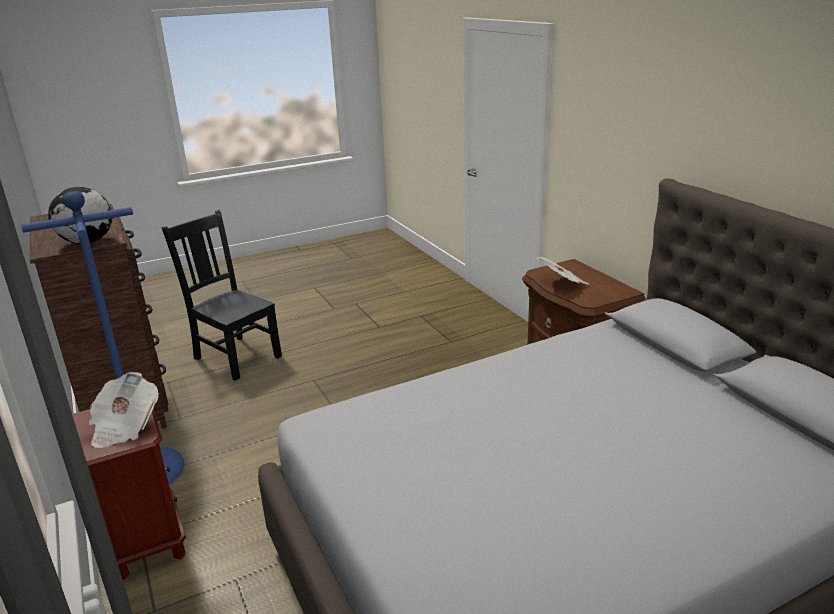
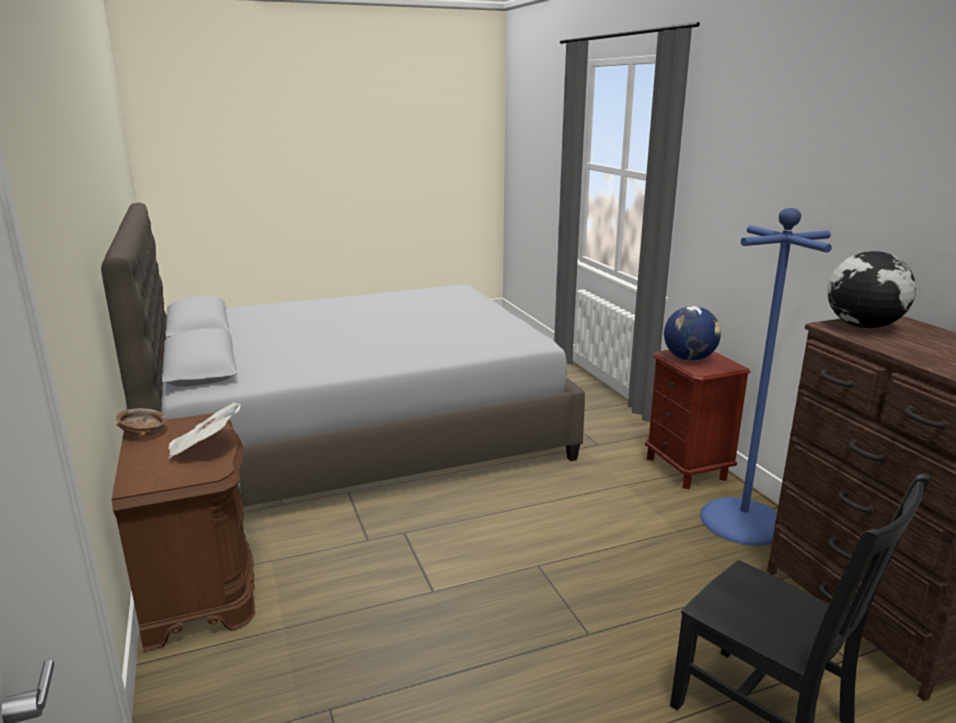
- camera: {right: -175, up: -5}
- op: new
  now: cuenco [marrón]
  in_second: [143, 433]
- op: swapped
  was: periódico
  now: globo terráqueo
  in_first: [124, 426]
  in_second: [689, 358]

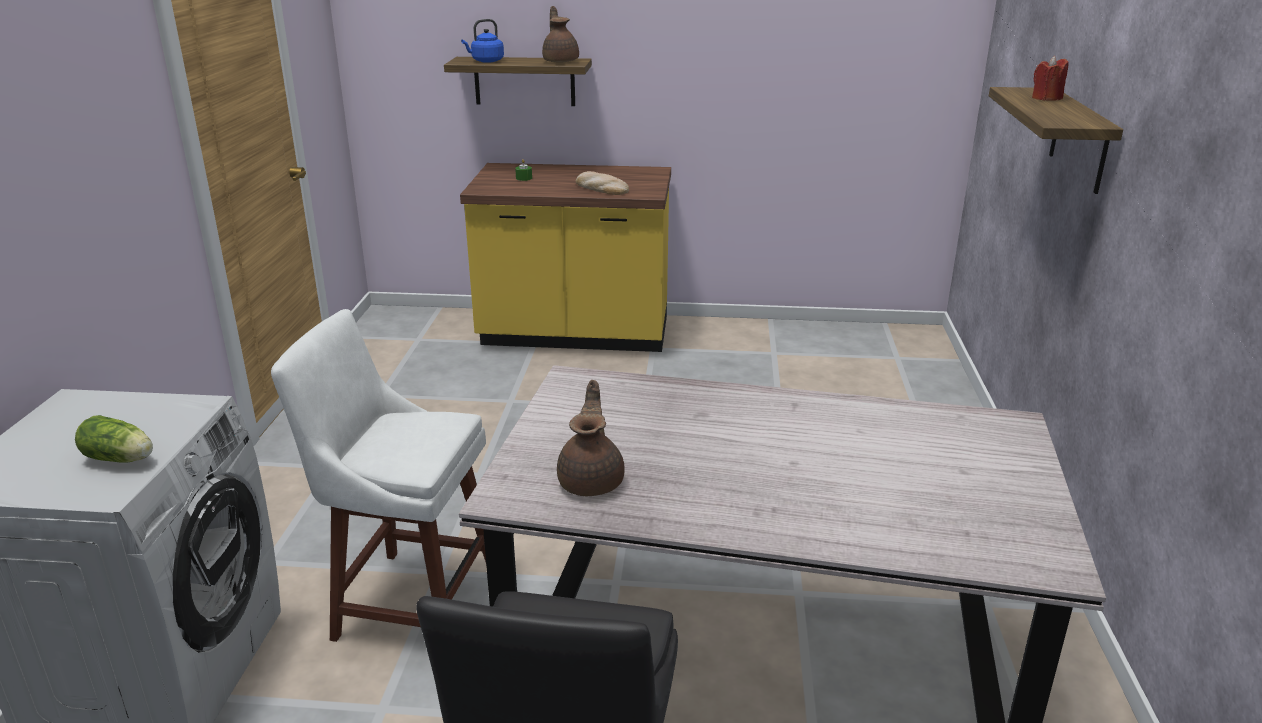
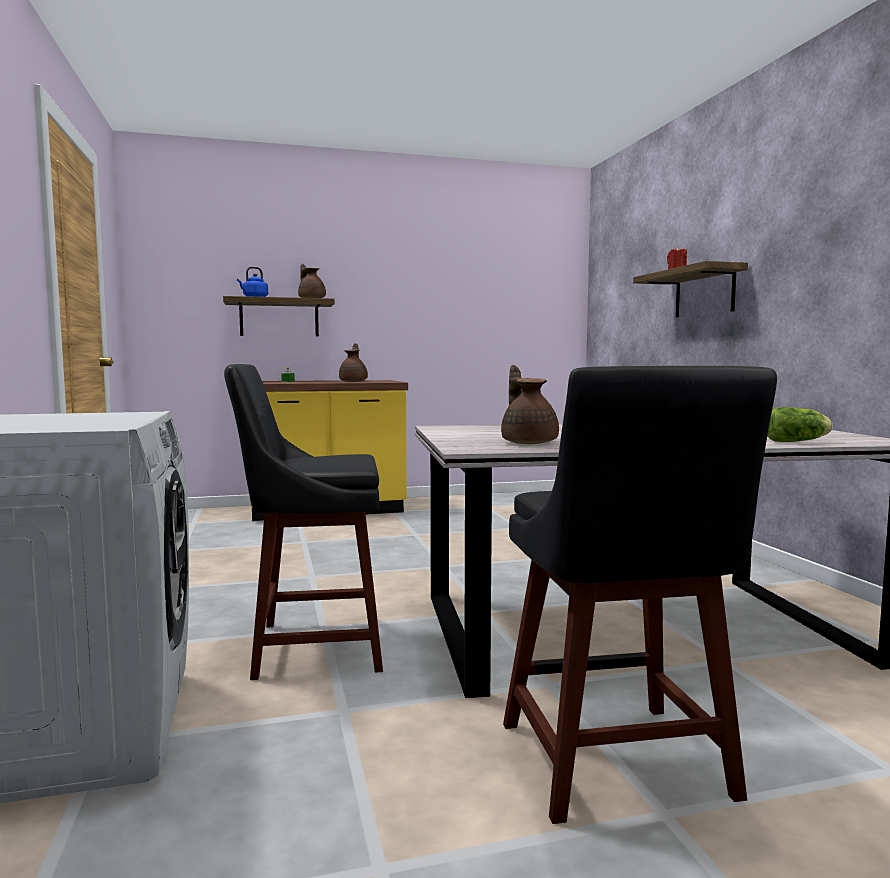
- camera: {right: -20, up: -20}
- op: repainted
  was: silla [blanco]
  now: silla [negro]
  in_first: [409, 600]
  in_second: [310, 646]
- op: swapped
  was: pan
  now: tetera [marrón]
  in_first: [601, 188]
  in_second: [354, 381]
- op: shifted
  was: lechuga
  in_first: [121, 459]
  in_second: [798, 441]

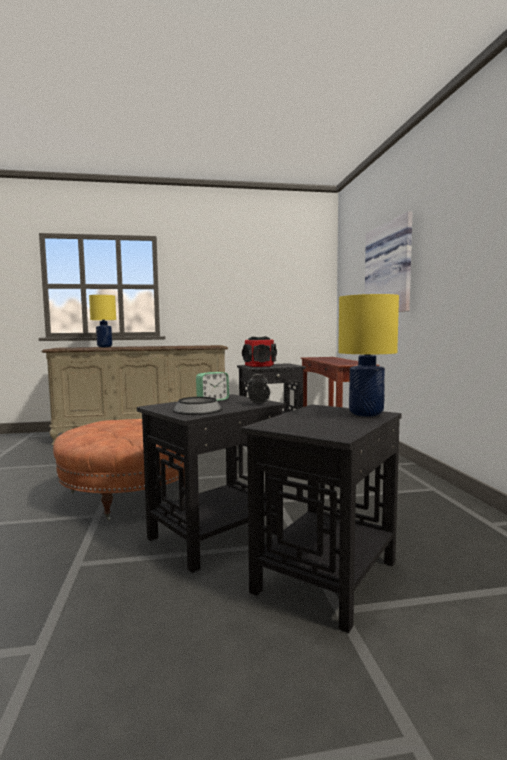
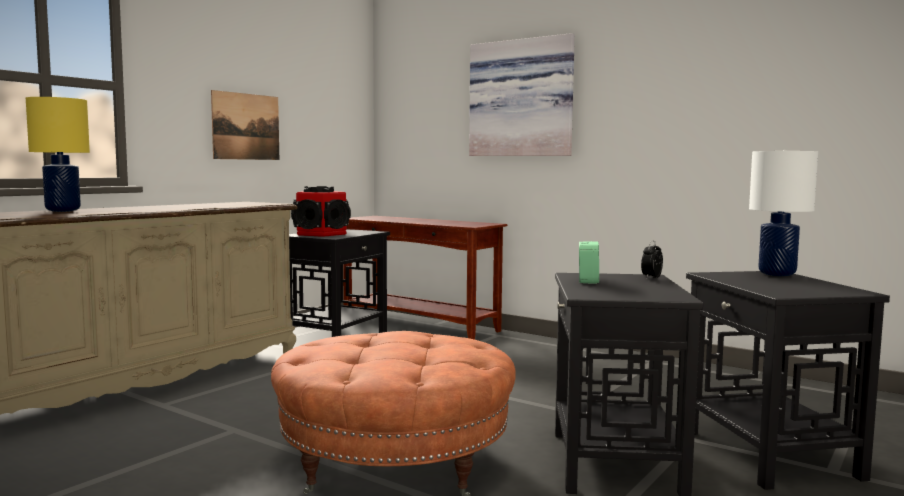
- camera: {right: -45, up: 0}
- op: new
  now: cuadro
  in_second: [246, 126]
- op: repainted
  was: lámpara de mesa [amarillo]
  now: lámpara de mesa [blanco]
  in_first: [366, 415]
  in_second: [777, 275]
- op: gone
  was: cuenco
  in_first: [197, 410]

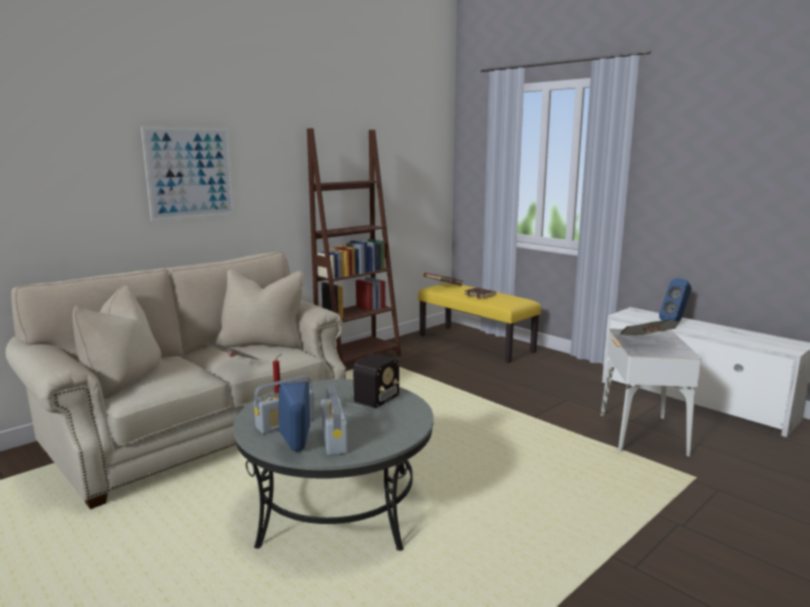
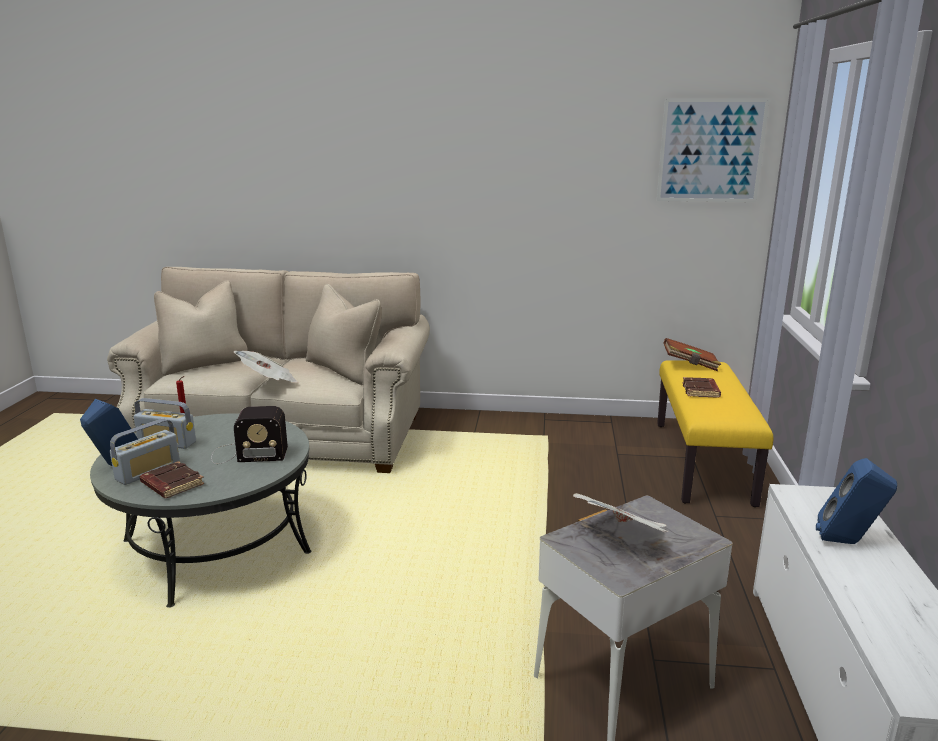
- camera: {right: 50, up: 5}
- op: new
  now: libro [marrón]
  in_second: [171, 484]
- op: shifted
  was: cuadro
  in_first: [190, 173]
  in_second: [711, 151]
- op: gone
  was: estantería [marrón]
  in_first: [358, 358]

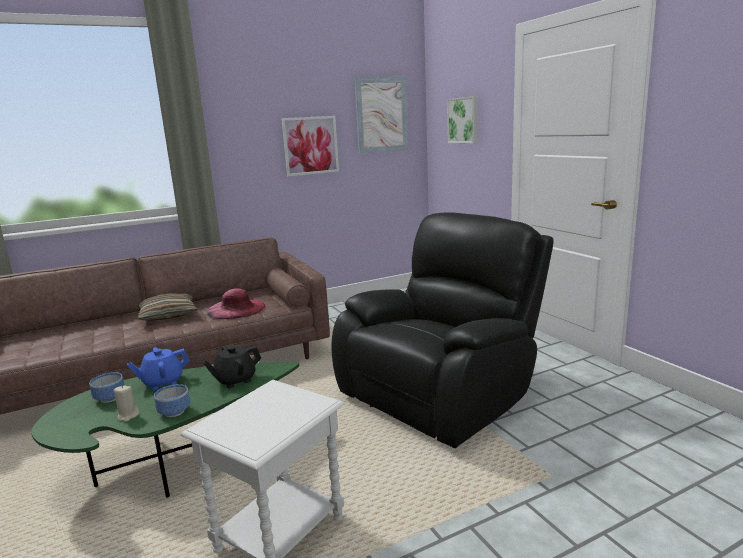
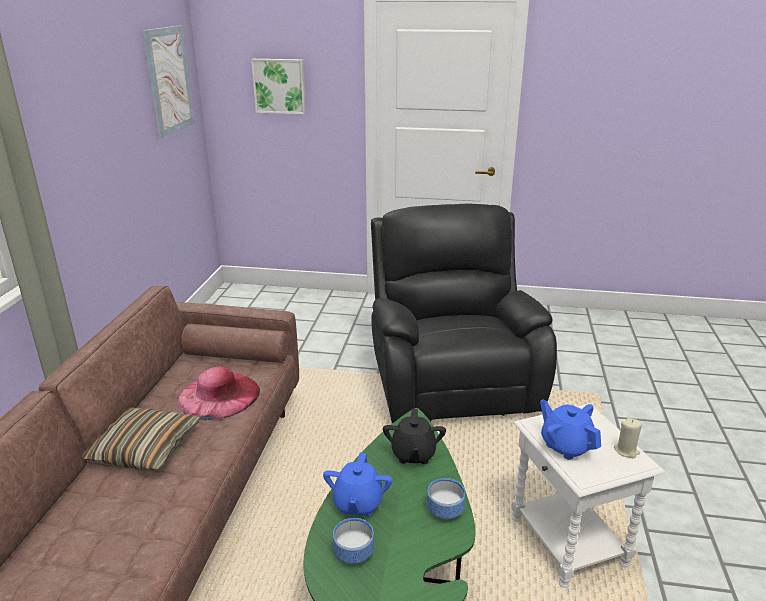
- camera: {right: -55, up: 10}
- op: new
  now: tetera [azul]
  in_second: [566, 446]
- op: shifted
  was: vela [beis]
  in_first: [128, 416]
  in_second: [626, 451]
- op: gone
  was: cuadro
  in_first: [310, 145]

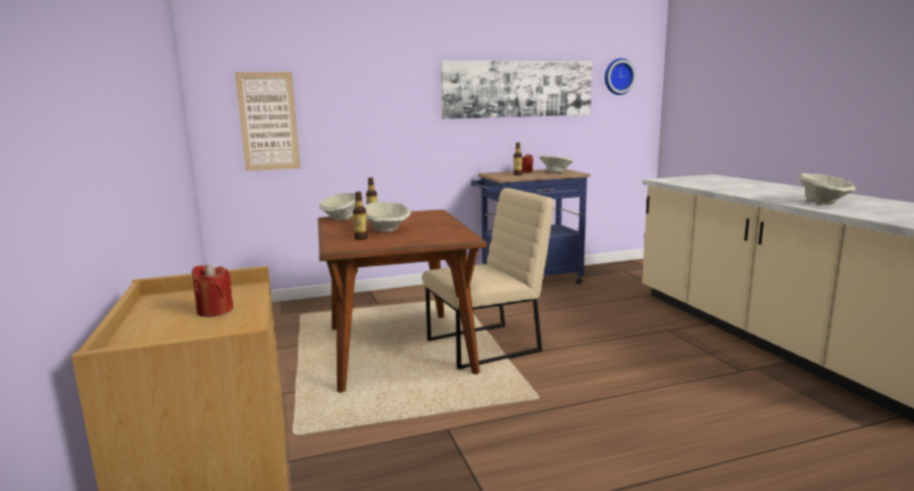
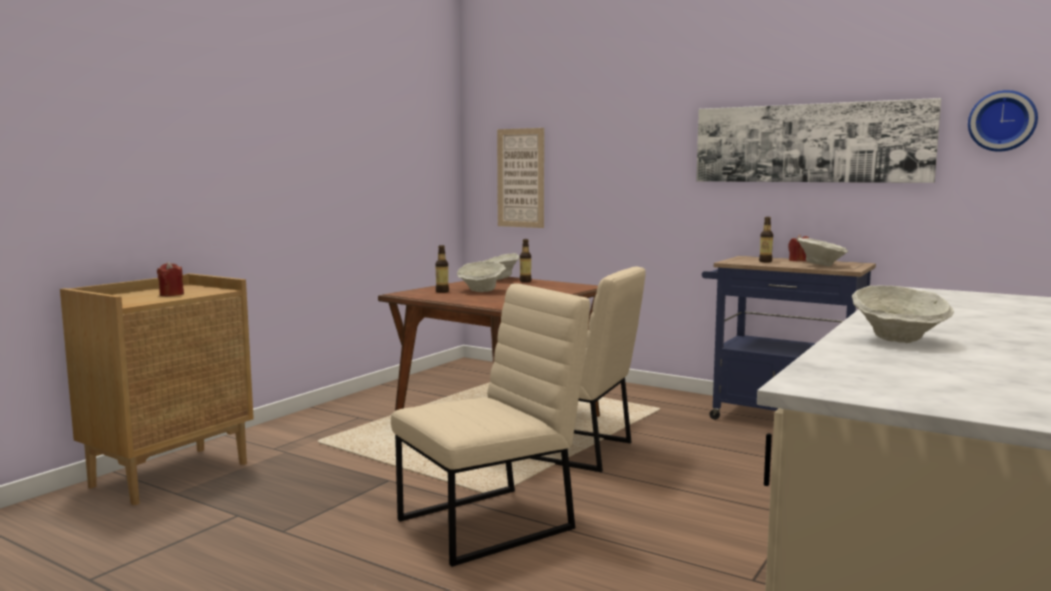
- camera: {right: 50, up: -5}
- op: new
  now: silla [beis]
  in_second: [490, 523]

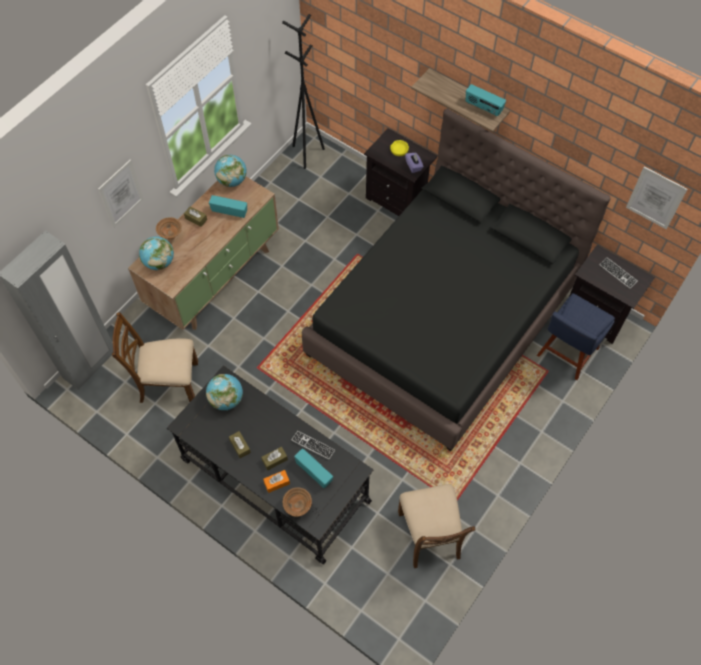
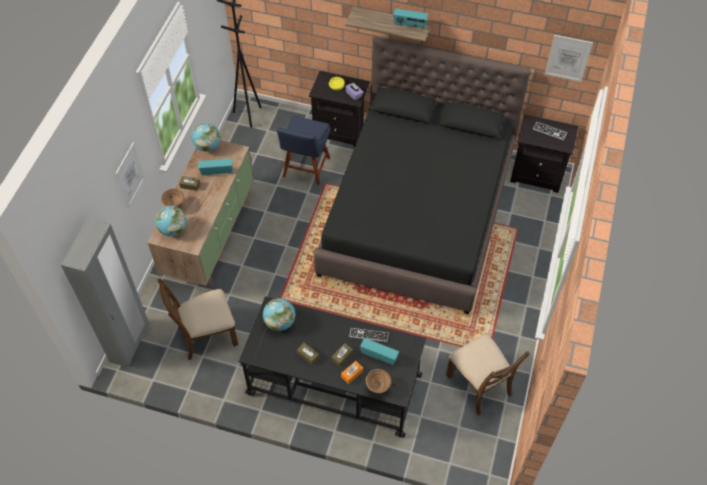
- camera: {right: -20, up: -5}
- op: shifted
  was: silla [azul]
  in_first: [566, 354]
  in_second: [305, 169]

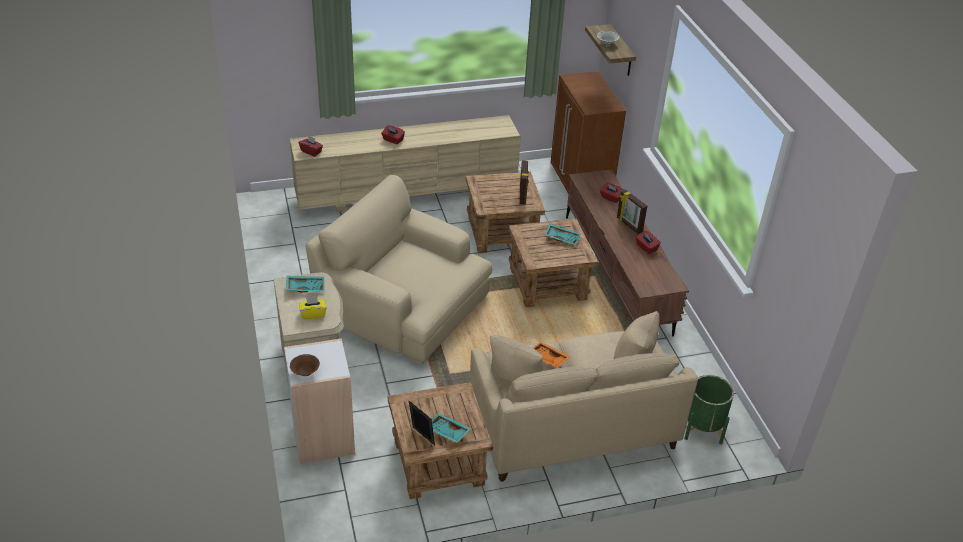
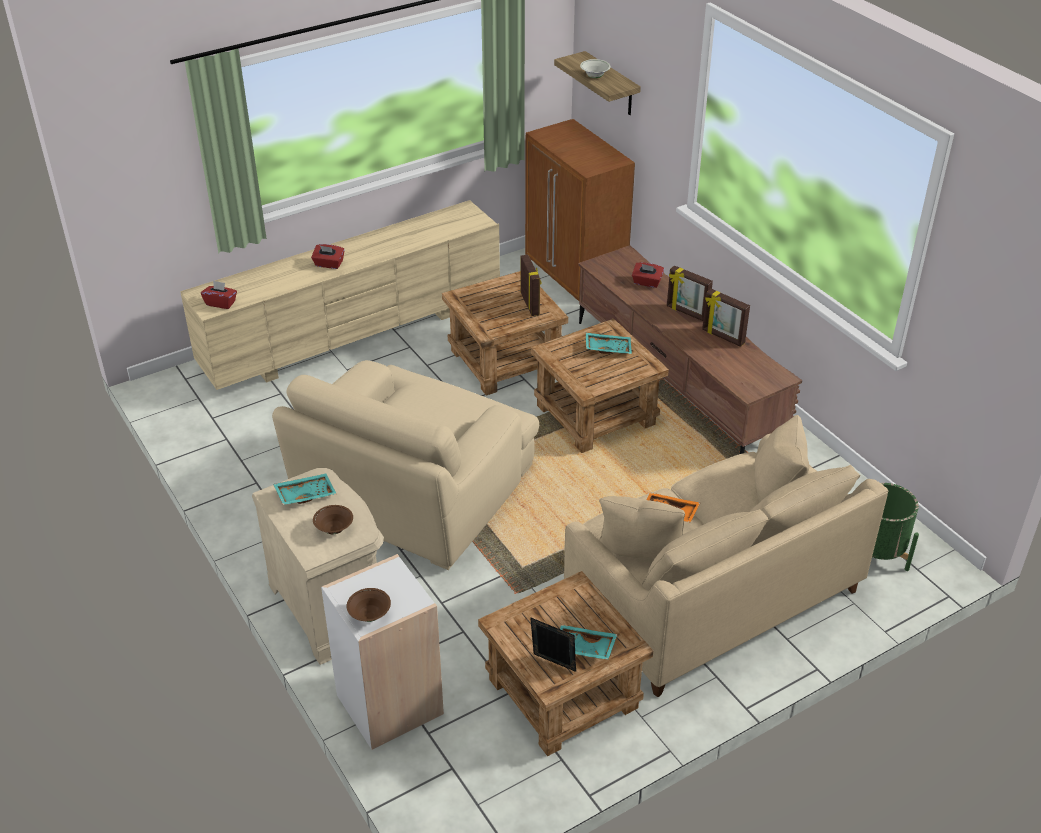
- camera: {right: -15, up: 0}
- op: rotated
  was: sillón [beis]
  in_first: [401, 305]
  in_second: [415, 490]
  clockwise: -75
- op: swapped
  was: caja de pañuelos [amarillo]
  now: cuenco [marrón]
  in_first: [313, 314]
  in_second: [334, 529]
- op: swapped
  was: caja de pañuelos [rojo]
  now: portarretratos
  in_first: [646, 247]
  in_second: [722, 337]

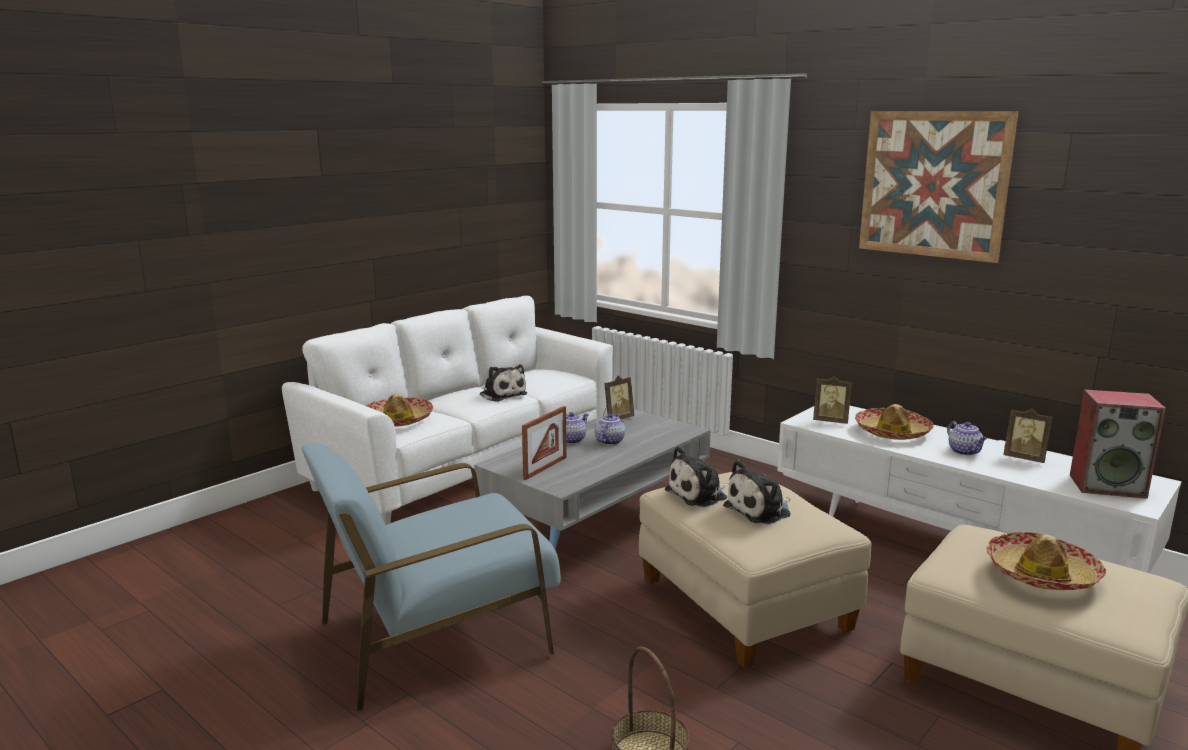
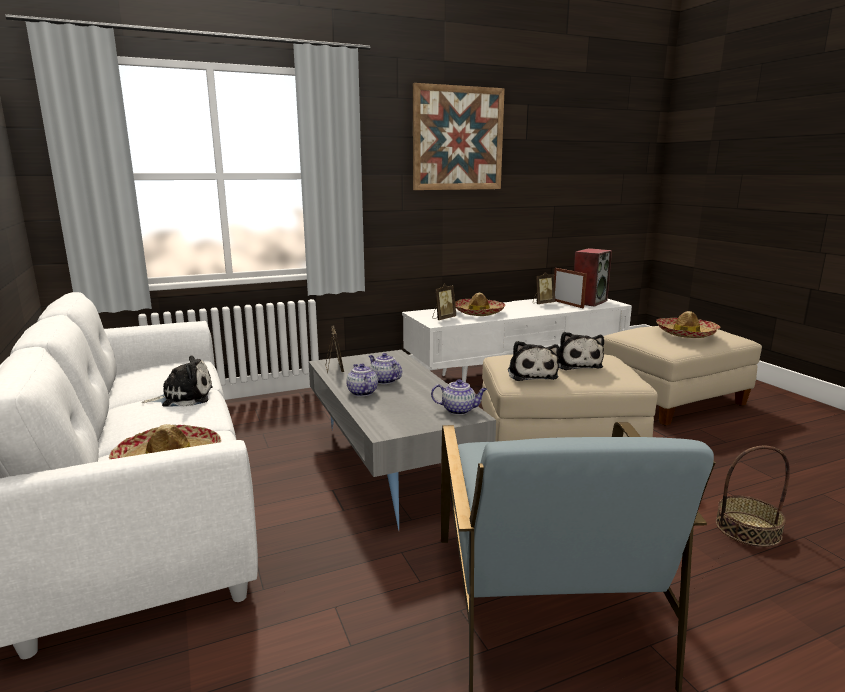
- camera: {right: -65, up: 0}
- op: shifted
  was: tetera
  in_first: [965, 451]
  in_second: [459, 410]
- op: shifted
  was: portarretratos
  in_first: [545, 468]
  in_second: [567, 304]

